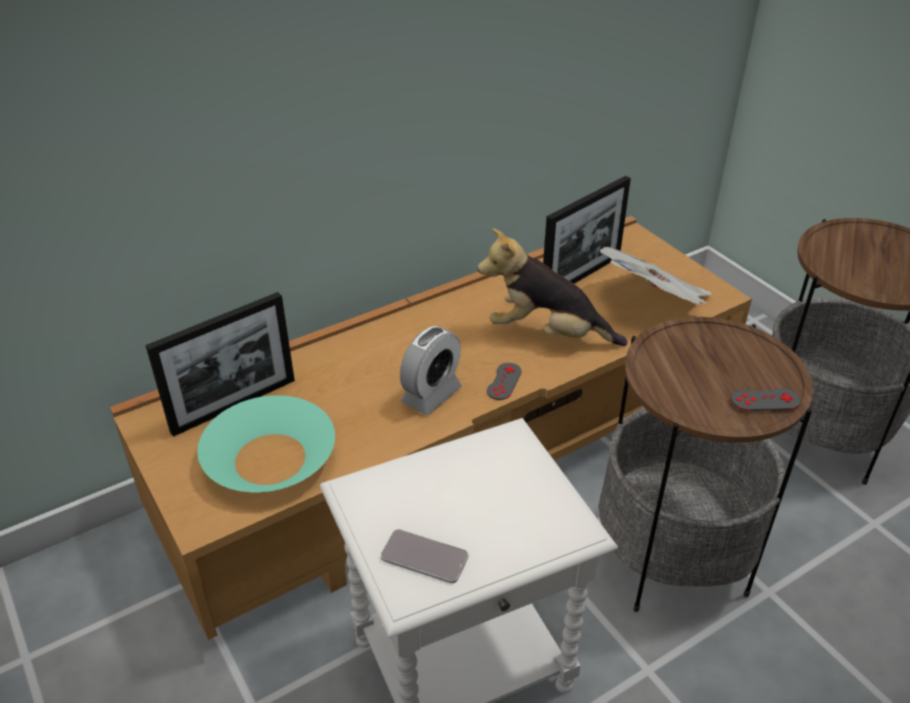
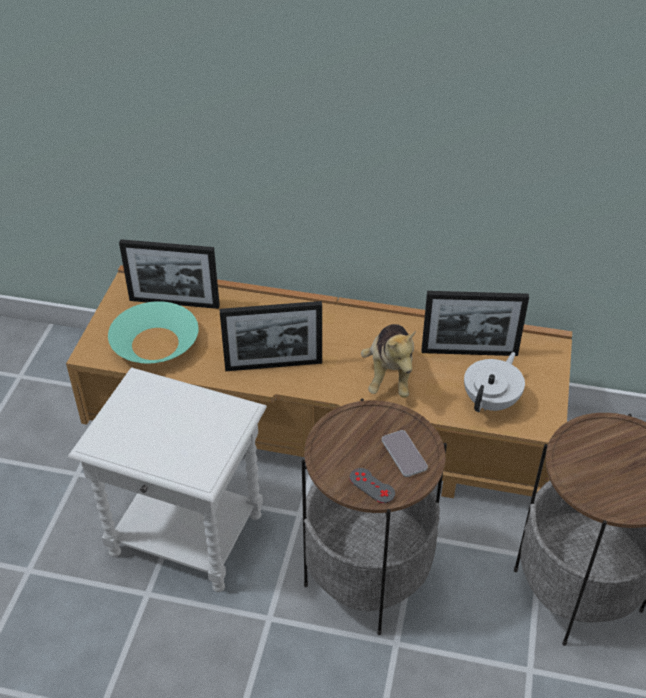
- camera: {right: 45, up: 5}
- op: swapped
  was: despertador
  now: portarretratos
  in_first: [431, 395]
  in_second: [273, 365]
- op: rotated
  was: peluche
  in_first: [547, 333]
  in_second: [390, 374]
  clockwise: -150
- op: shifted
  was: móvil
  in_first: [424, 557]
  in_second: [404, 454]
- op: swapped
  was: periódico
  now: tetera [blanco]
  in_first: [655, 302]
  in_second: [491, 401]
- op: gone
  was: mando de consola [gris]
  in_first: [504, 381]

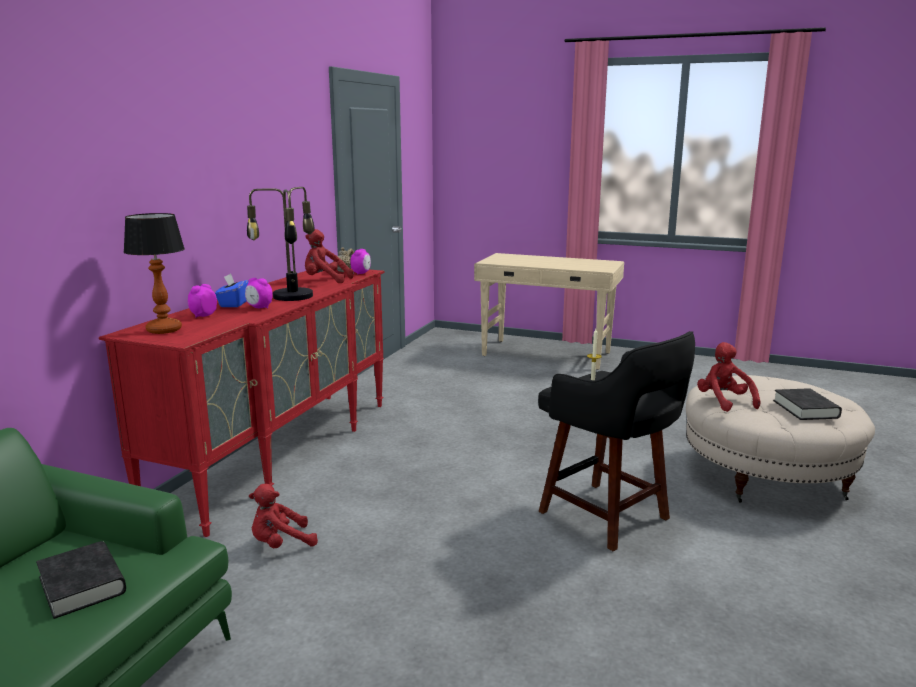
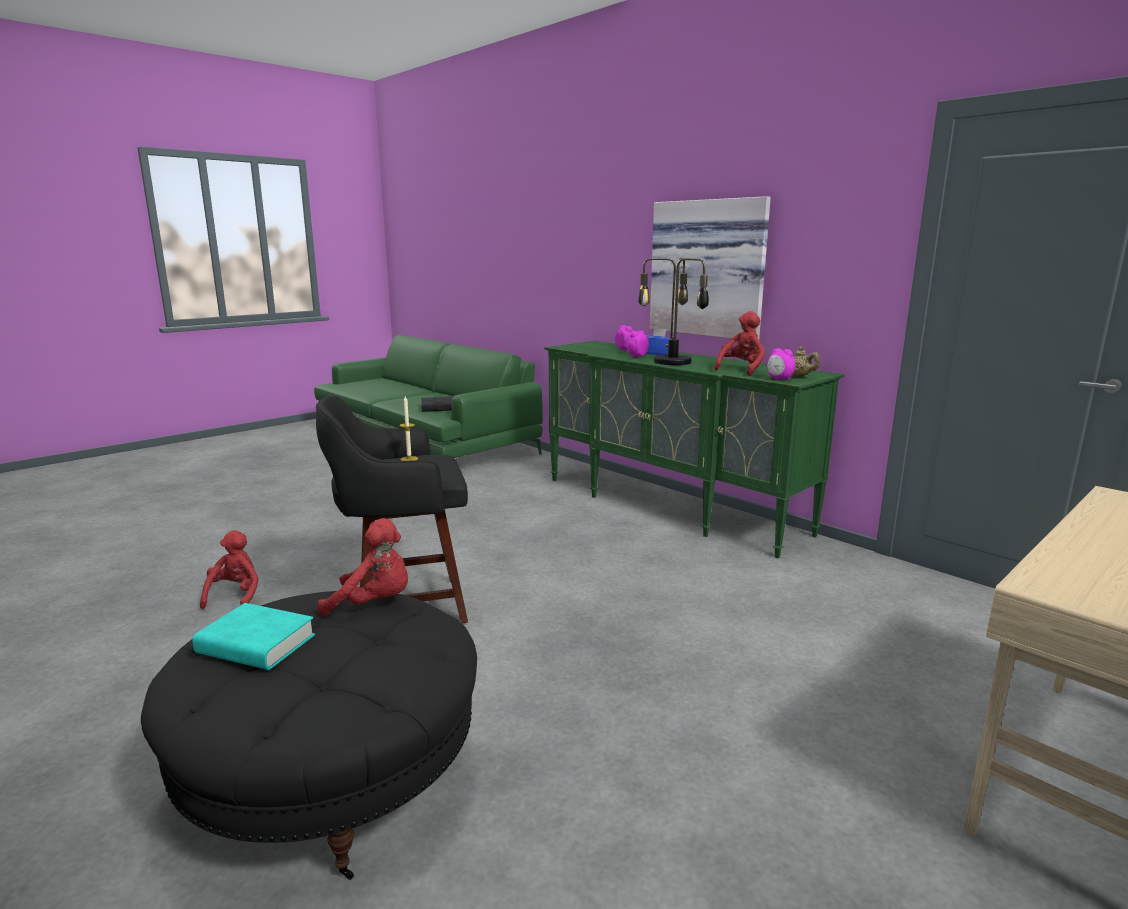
- camera: {right: 115, up: 0}
- op: repainted
  was: puf [beis]
  now: puf [negro]
  in_first: [767, 475]
  in_second: [332, 775]
- op: repainted
  was: libro [negro]
  now: libro [turquesa]
  in_first: [805, 409]
  in_second: [256, 644]
- op: shifted
  was: peluche [rojo]
  in_first: [281, 544]
  in_second: [235, 596]
- op: repainted
  was: armario [rojo]
  now: armario [verde]
  in_first: [282, 453]
  in_second: [669, 506]
- op: new
  now: cuadro
  in_second: [709, 268]
- op: gone
  was: lámpara de mesa
  in_first: [165, 330]

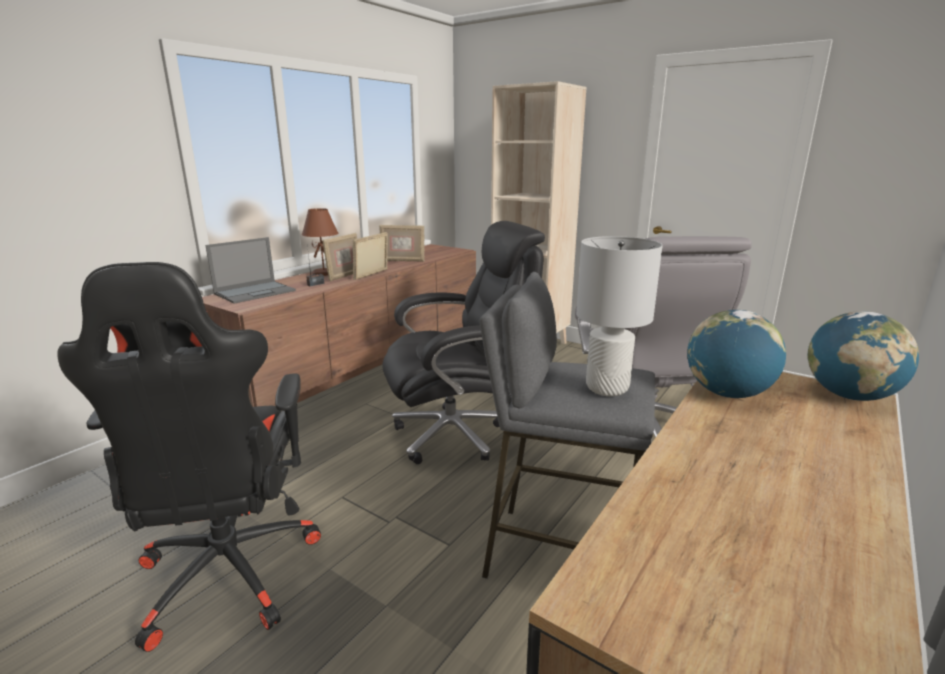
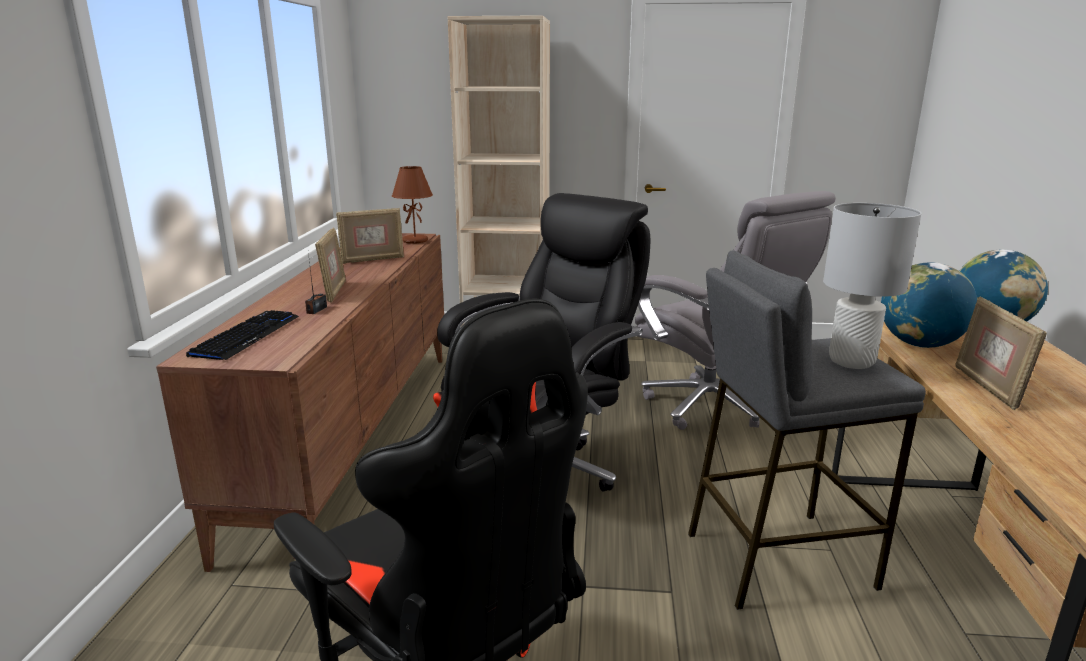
- camera: {right: -30, up: 0}
- op: swapped
  was: portátil
  now: teclado
  in_first: [256, 292]
  in_second: [247, 336]
- op: shifted
  was: lámpara de mesa [marrón]
  in_first: [324, 273]
  in_second: [415, 240]
- op: shifted
  was: portarretratos
  in_first: [372, 275]
  in_second: [987, 387]

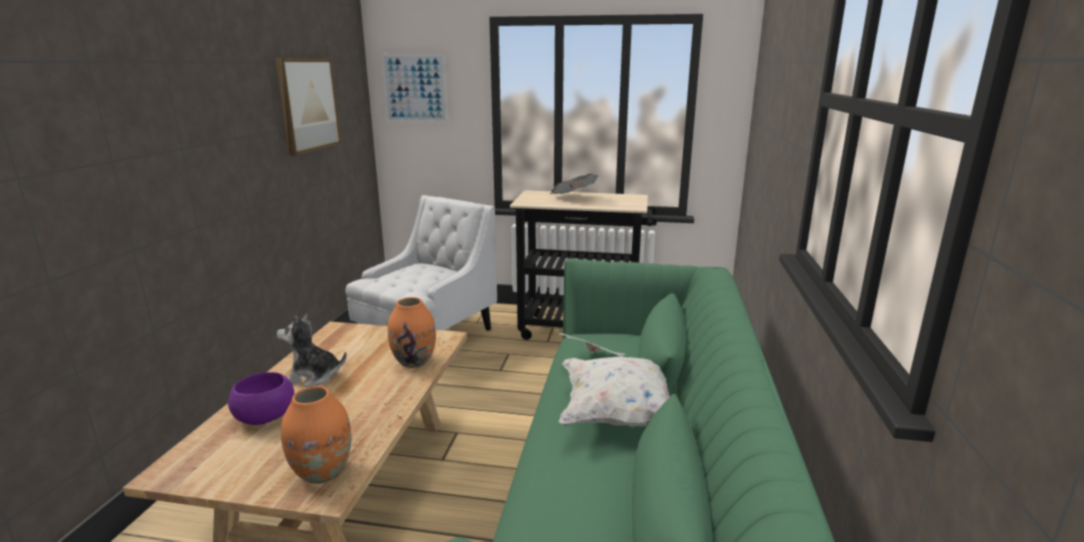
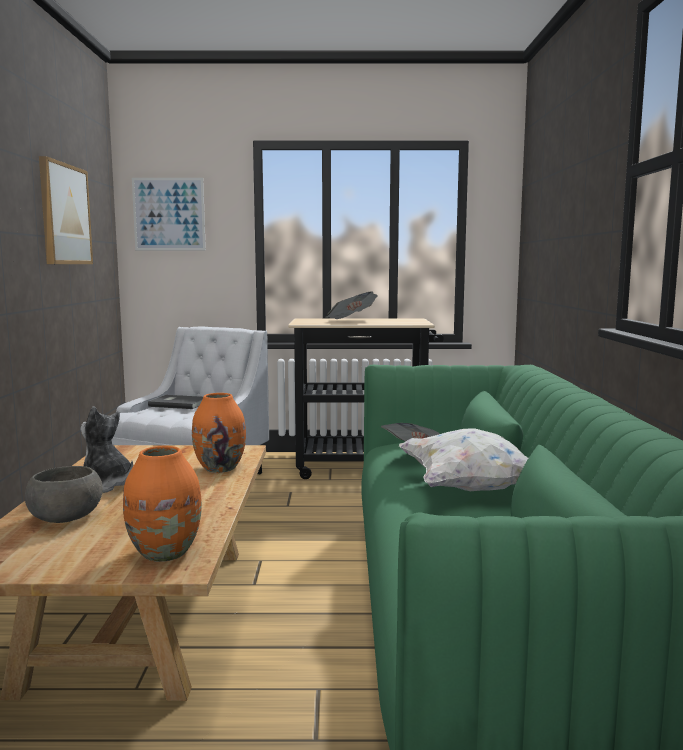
- camera: {right: -10, up: -10}
- op: repainted
  was: cuenco [morado]
  now: cuenco [gris]
  in_first: [266, 415]
  in_second: [66, 516]
- op: rotated
  was: peluche
  in_first: [313, 376]
  in_second: [106, 485]
  clockwise: 45
- op: new
  now: libro [gris]
  in_second: [178, 404]

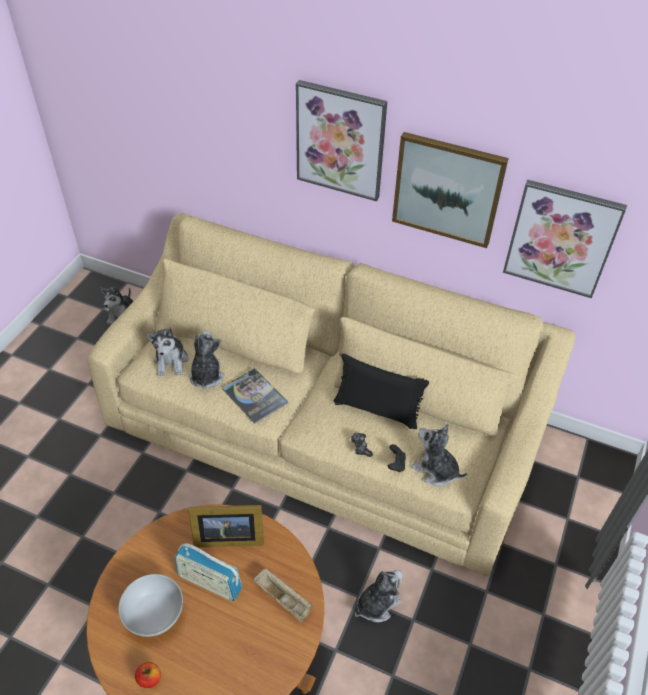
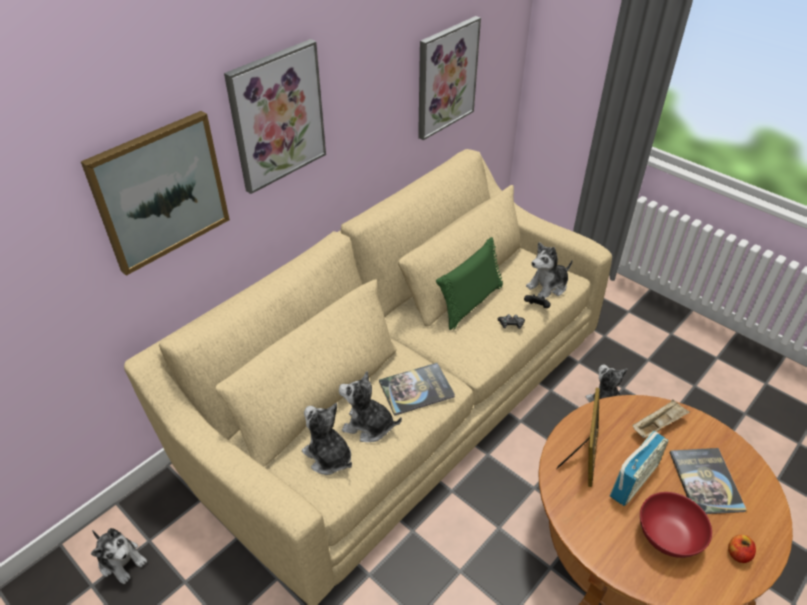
- camera: {right: -70, up: -5}
- op: shifted
  was: cuadro
  in_first: [447, 189]
  in_second: [160, 192]
- op: rotated
  was: peluche
  in_first: [171, 361]
  in_second: [328, 456]
  clockwise: -150
- op: repainted
  was: cojín [negro]
  now: cojín [verde]
  in_first: [377, 409]
  in_second: [469, 303]
- op: repainted
  was: cuenco [blanco]
  now: cuenco [rojo]
  in_first: [155, 615]
  in_second: [668, 537]
- op: new
  now: libro
  in_second: [705, 481]

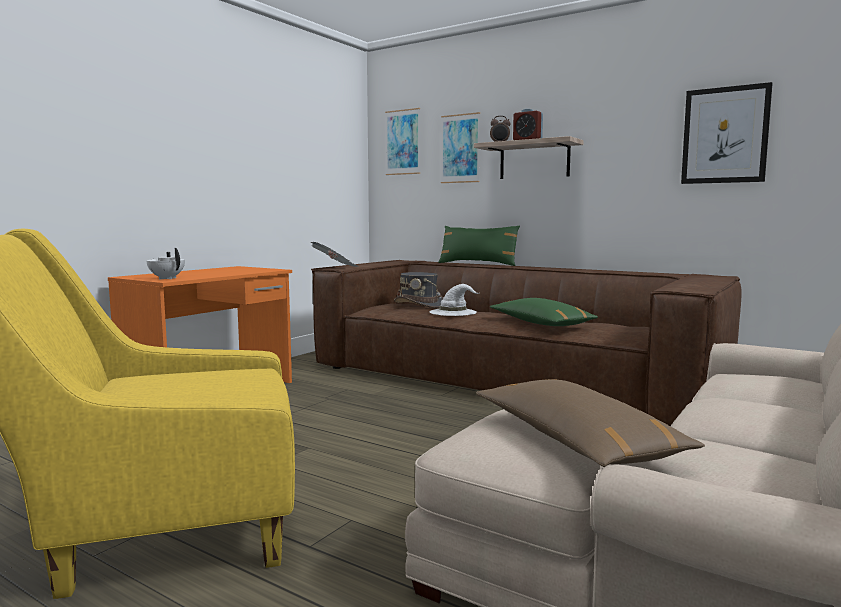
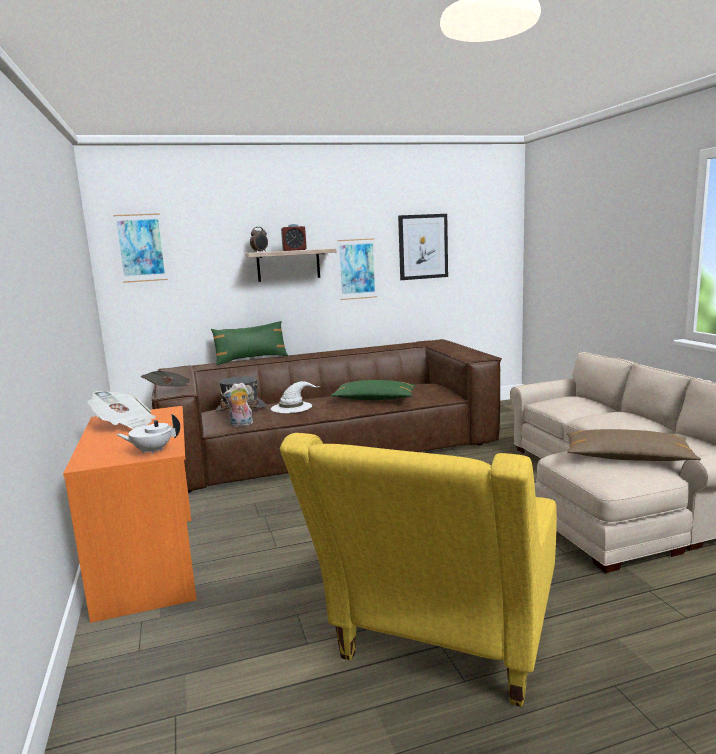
- camera: {right: -50, up: 5}
- op: new
  now: periódico
  in_second: [125, 425]
- op: new
  now: peluche
  in_second: [241, 425]
- op: shifted
  was: cuadro
  in_first: [460, 148]
  in_second: [357, 269]

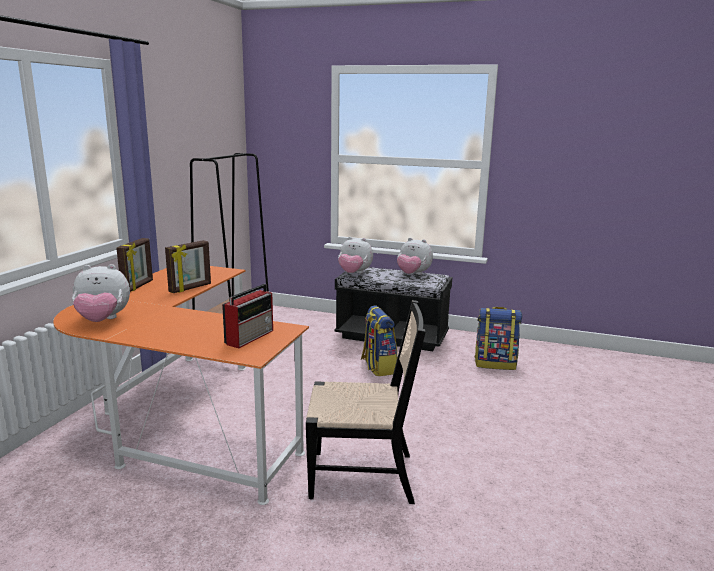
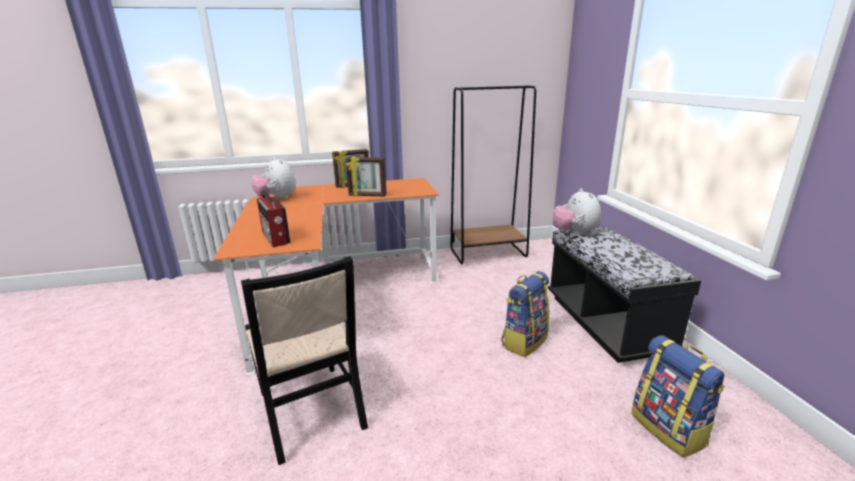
- camera: {right: 60, up: 5}
- op: rotated
  was: radio
  in_first: [250, 337]
  in_second: [275, 238]
  clockwise: 60
- op: gone
  was: peluche
  in_first: [413, 274]

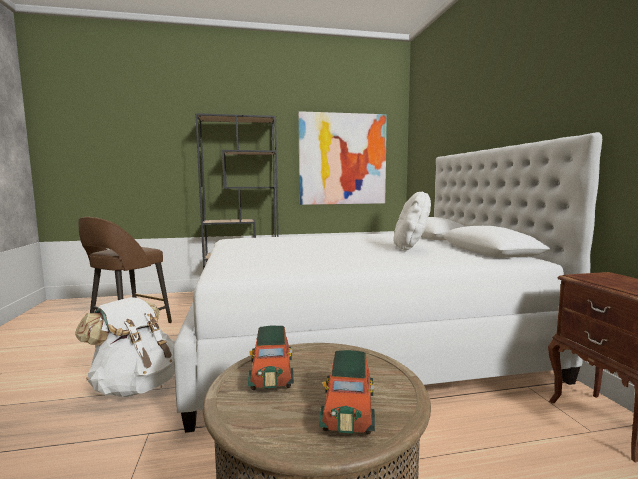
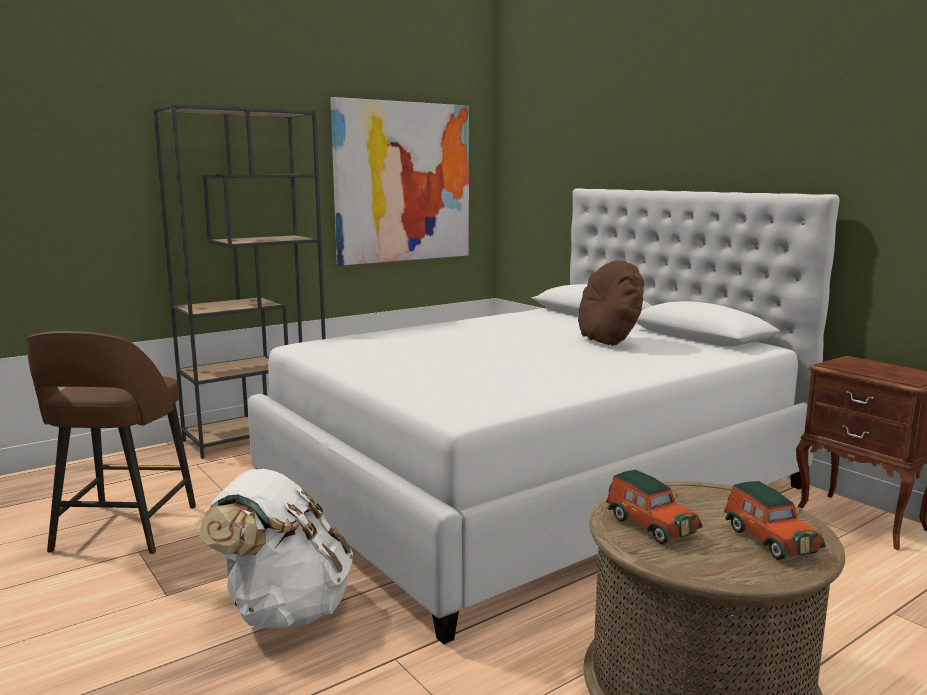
- camera: {right: -25, up: 5}
- op: repainted
  was: cojín [blanco]
  now: cojín [marrón]
  in_first: [410, 249]
  in_second: [608, 342]

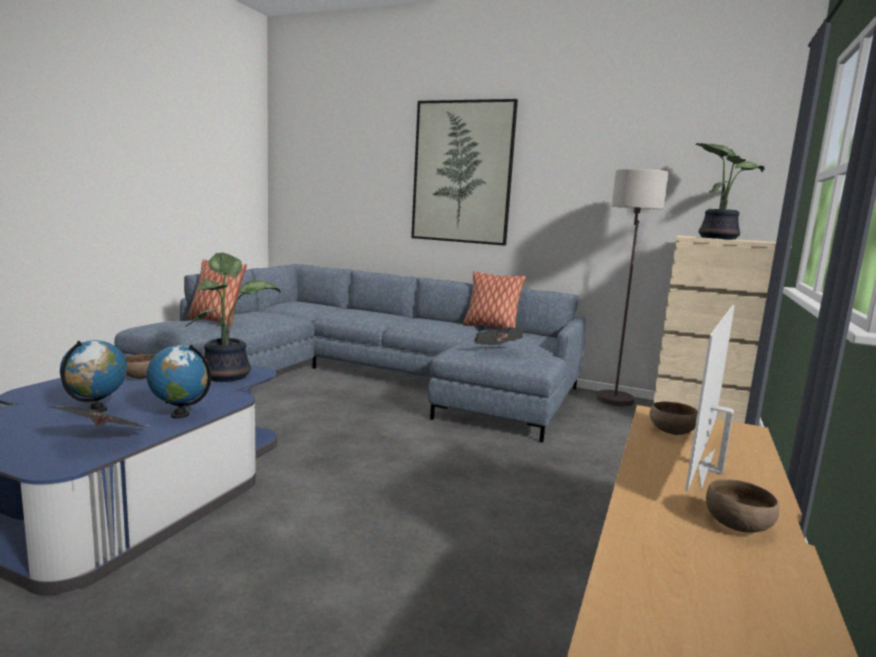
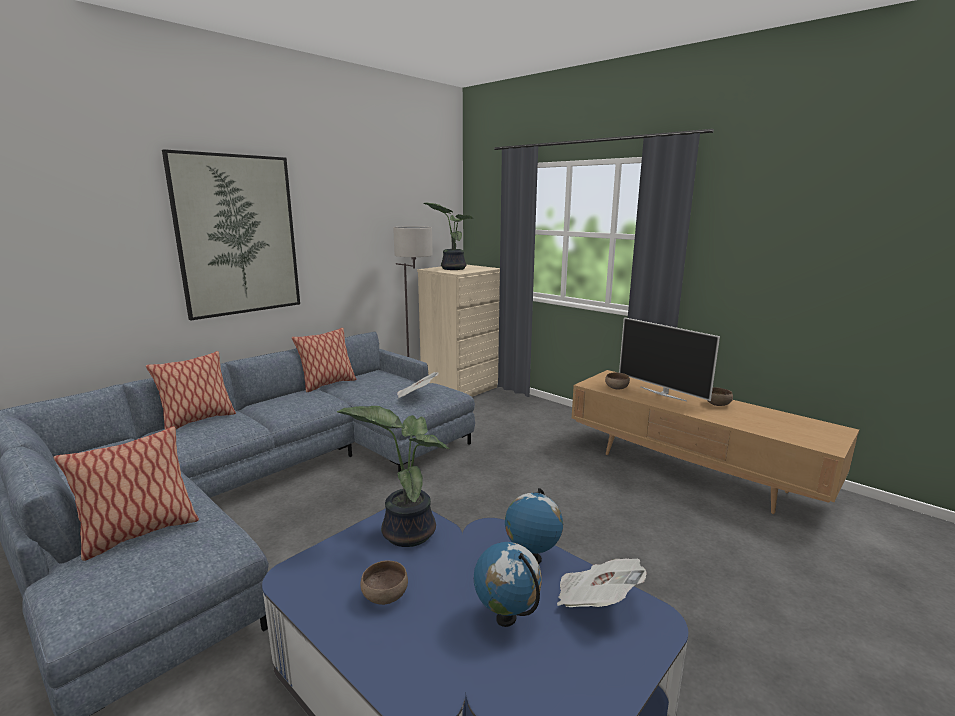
- camera: {right: -70, up: 5}
- op: new
  now: cojín
  in_second: [198, 420]

